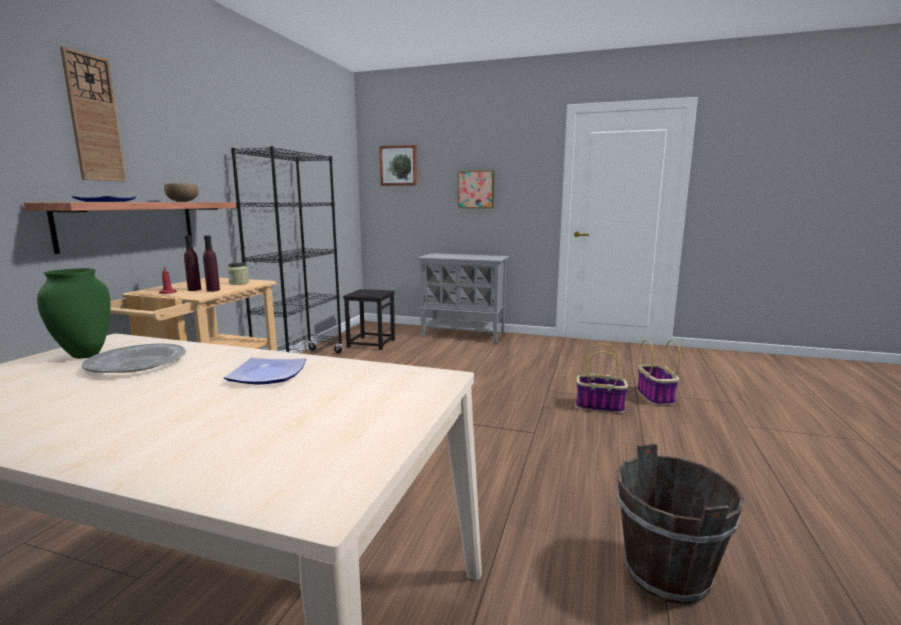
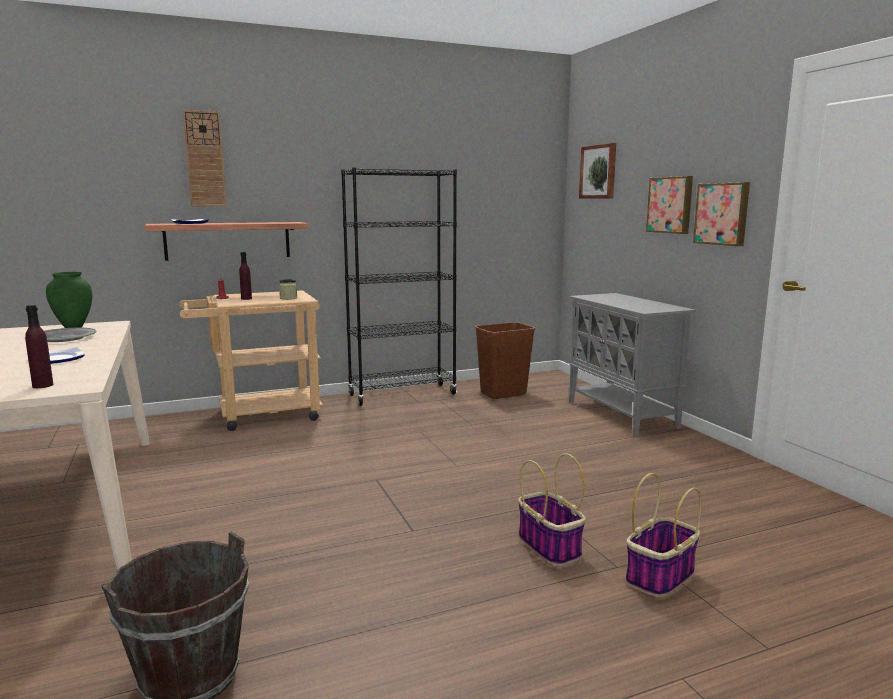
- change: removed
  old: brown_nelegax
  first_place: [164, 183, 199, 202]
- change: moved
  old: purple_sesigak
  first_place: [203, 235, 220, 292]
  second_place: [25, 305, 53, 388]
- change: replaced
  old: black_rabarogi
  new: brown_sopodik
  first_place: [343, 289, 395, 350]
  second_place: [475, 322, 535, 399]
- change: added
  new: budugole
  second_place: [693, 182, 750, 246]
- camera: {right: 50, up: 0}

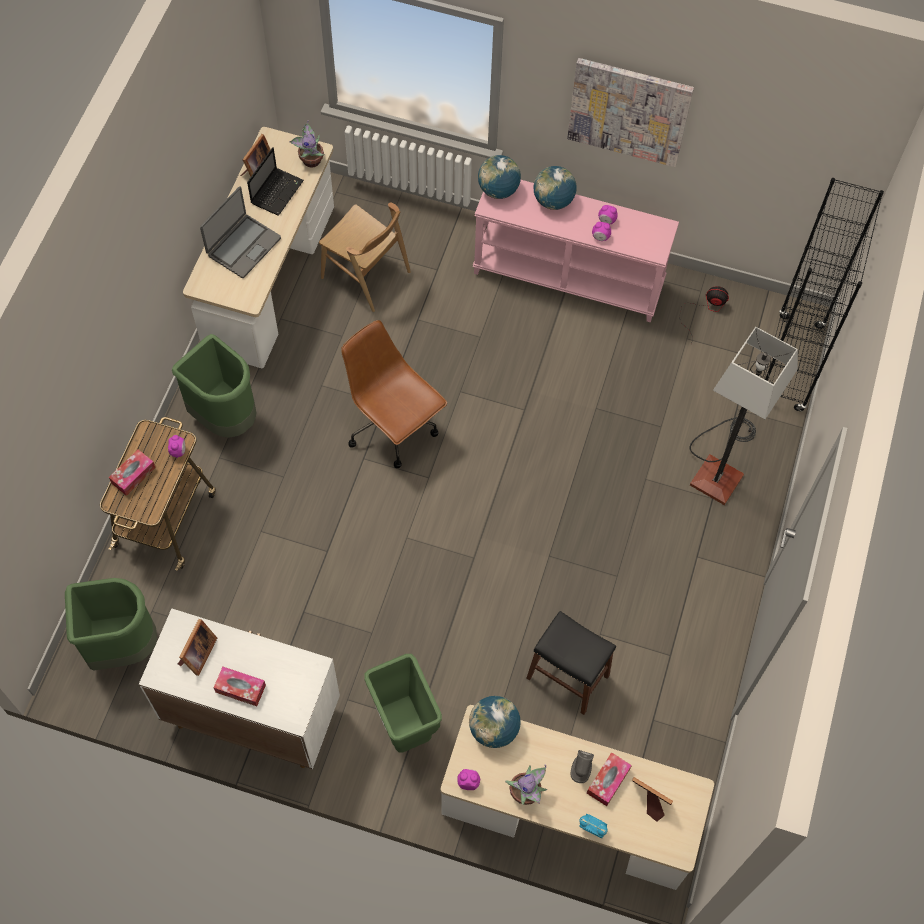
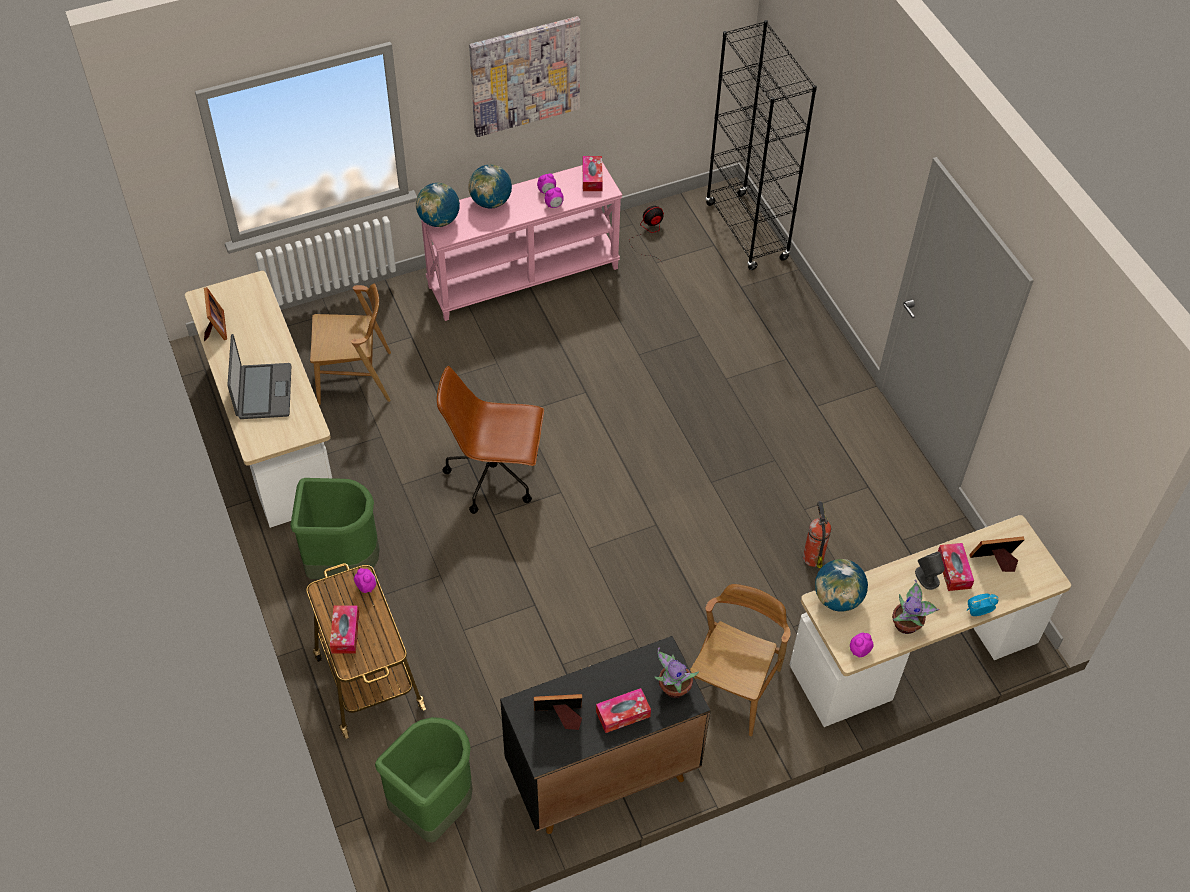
- change: moved
  old: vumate
  first_place: [289, 120, 324, 168]
  second_place: [654, 647, 699, 698]
- change: removed
  old: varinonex
  first_place: [247, 147, 304, 215]
- change: removed
  old: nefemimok
  first_place: [689, 327, 798, 505]
- change: recoloured
  old: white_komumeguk
  new: black_komumeguk
  first_place: [139, 608, 340, 769]
  second_place: [500, 636, 711, 834]
- change: replaced
  old: black_rabarogi
  new: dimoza
  first_place: [526, 611, 616, 715]
  second_place: [803, 501, 831, 568]
- change: turned
  old: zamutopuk
  first_place: [178, 619, 217, 676]
  second_place: [534, 694, 582, 730]
  degrees: -75
- change: replaced
  old: green_sopodik
  new: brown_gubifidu
  first_place: [364, 654, 442, 752]
  second_place: [690, 584, 791, 736]
- change: added
  new: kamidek
  second_place: [583, 156, 603, 191]
- camera: {right: -40, up: -10}

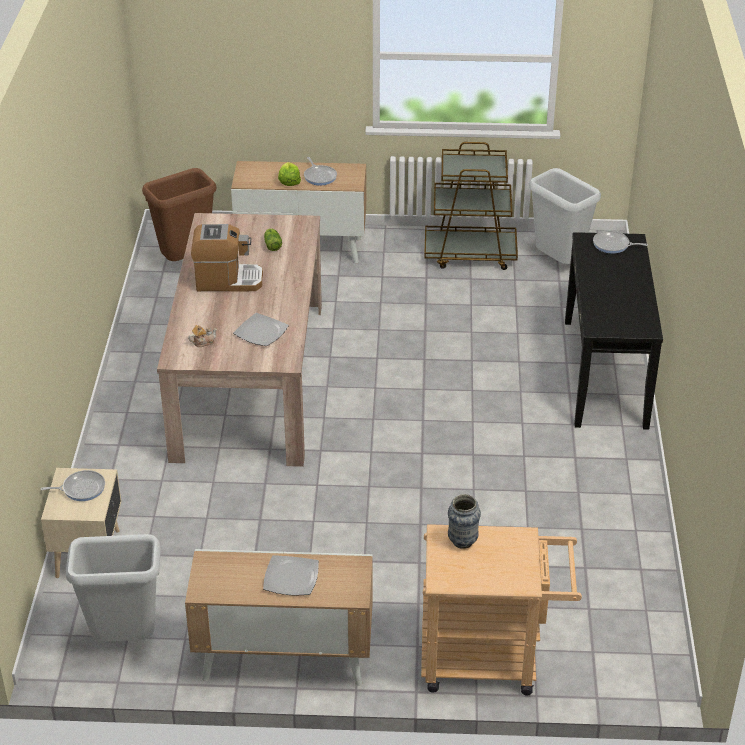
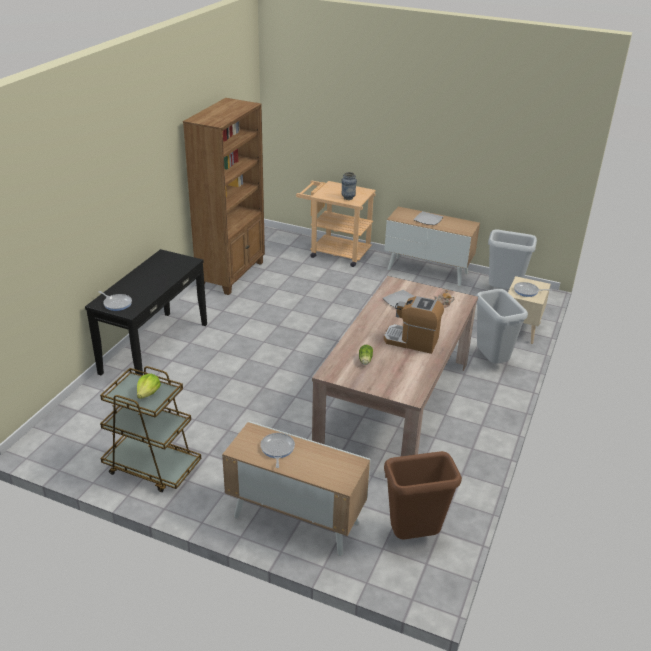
- change: moved
  old: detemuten
  first_place: [278, 162, 301, 186]
  second_place: [137, 374, 161, 399]
- change: moved
  old: grey_sopodik
  first_place: [529, 168, 601, 264]
  second_place: [476, 289, 528, 364]
- change: added
  new: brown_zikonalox
  second_place: [183, 98, 265, 295]
- camera: {right: -160, up: -5}

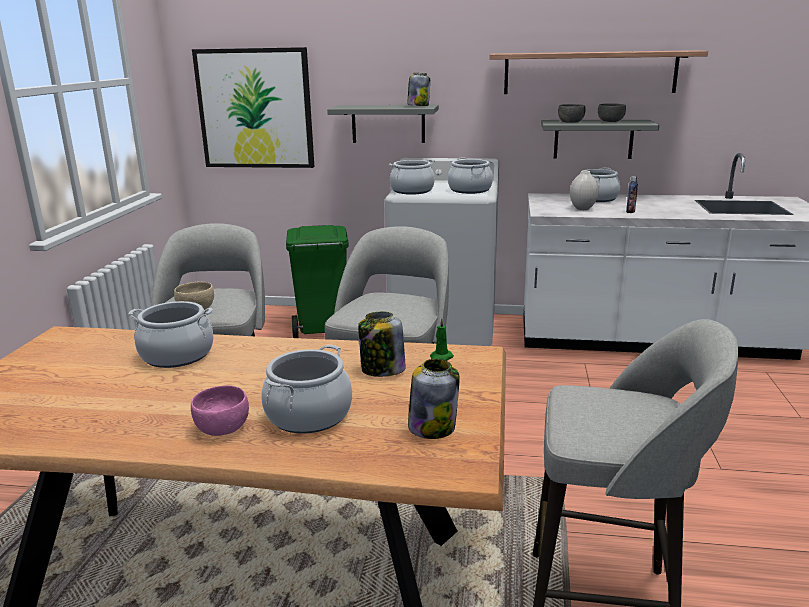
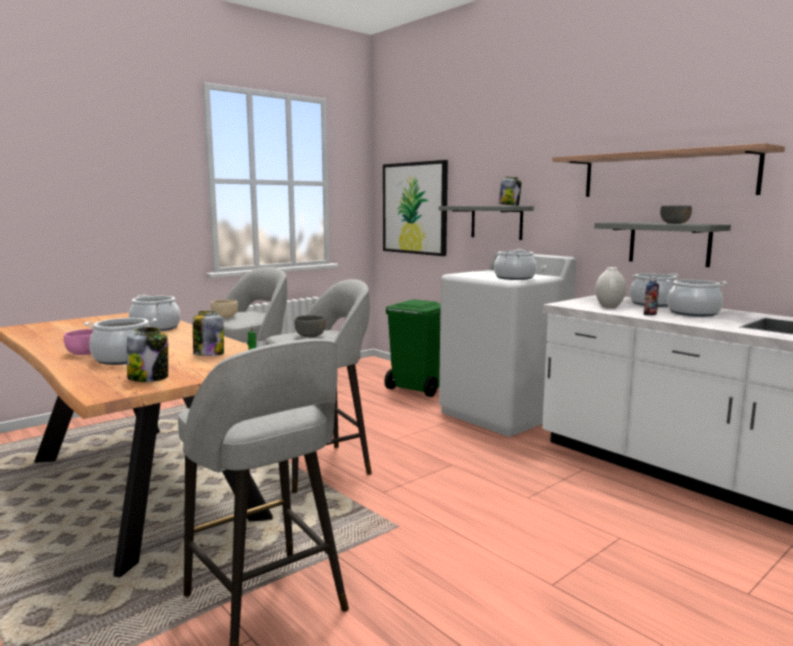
- change: moved
  old: grey_nelegax
  first_place: [558, 104, 586, 123]
  second_place: [294, 315, 326, 337]
- change: moved
  old: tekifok
  first_place: [389, 159, 435, 195]
  second_place: [667, 280, 727, 317]
- camera: {right: 40, up: -10}

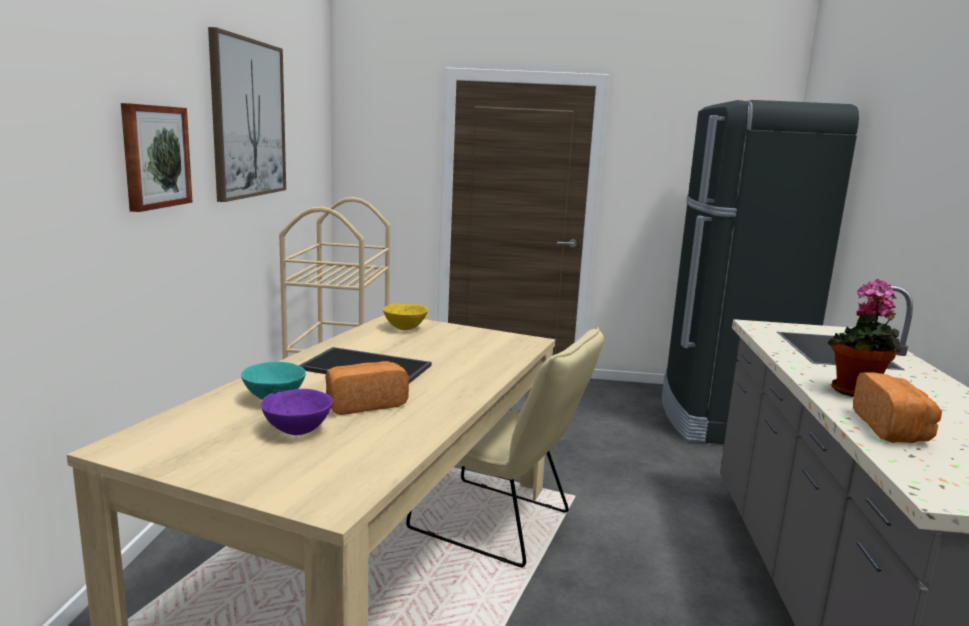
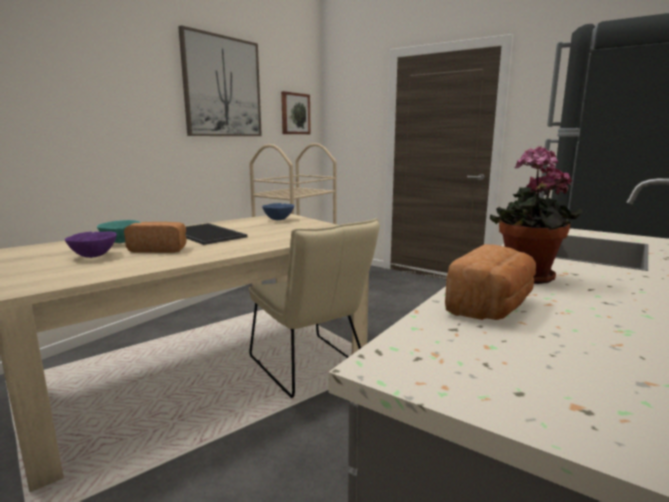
- change: moved
  old: budugole
  first_place: [121, 103, 192, 212]
  second_place: [281, 91, 311, 134]
- change: recoloured
  old: yellow_nelegax
  new: blue_nelegax
  first_place: [383, 303, 428, 330]
  second_place: [262, 203, 294, 220]
- camera: {right: 30, up: 0}

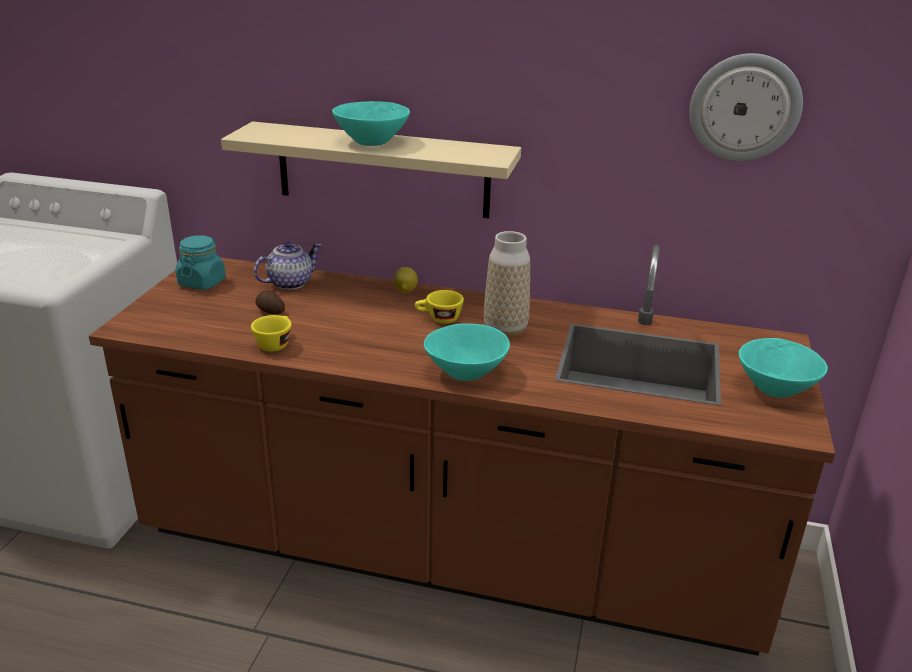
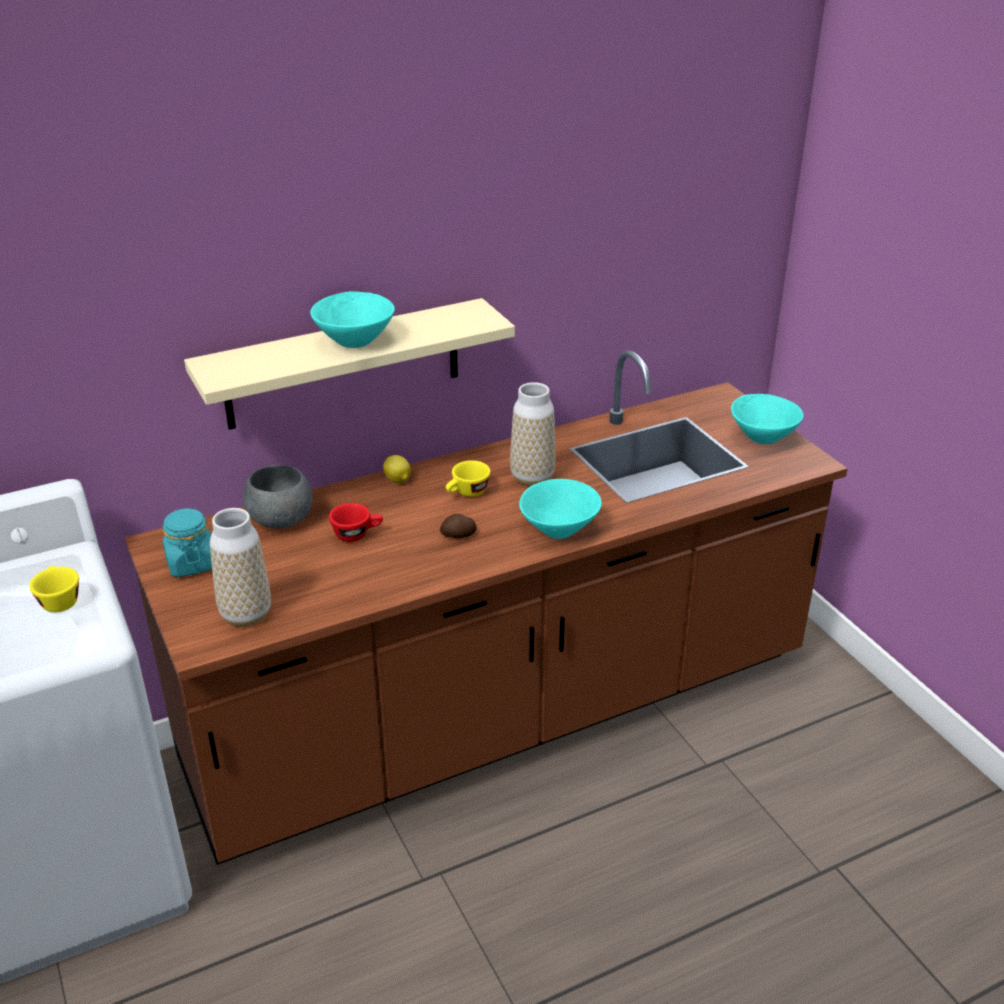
- change: removed
  old: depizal
  first_place: [689, 53, 803, 161]
- change: replaced
  old: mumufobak
  new: grey_nelegax
  first_place: [254, 241, 322, 290]
  second_place: [243, 465, 313, 529]
- change: moved
  old: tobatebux
  first_place: [255, 290, 285, 314]
  second_place: [440, 514, 477, 538]
- change: moved
  old: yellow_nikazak
  first_place: [251, 315, 292, 352]
  second_place: [29, 566, 79, 612]
- change: added
  new: red_nikazak
  second_place: [329, 503, 383, 542]
- change: added
  new: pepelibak
  second_place: [210, 508, 271, 627]
- camera: {right: -40, up: 5}

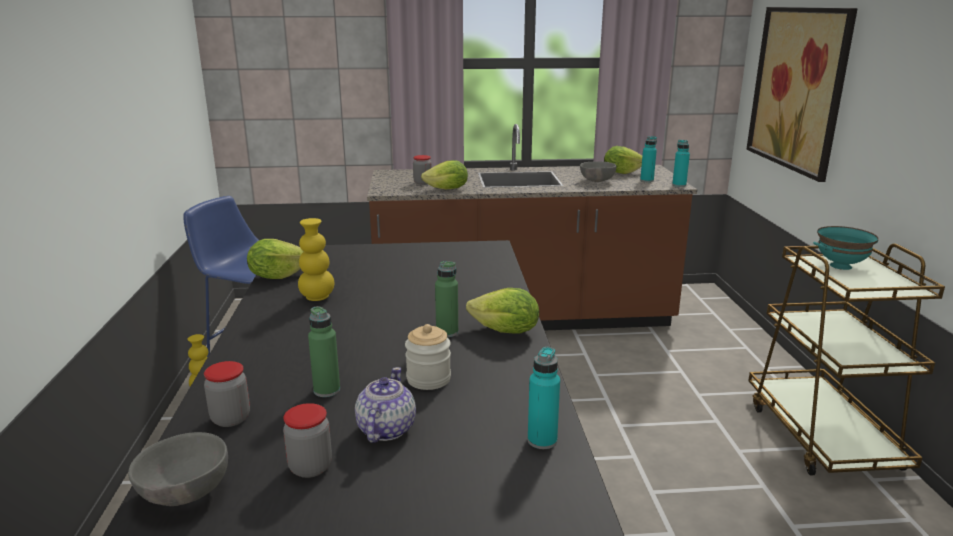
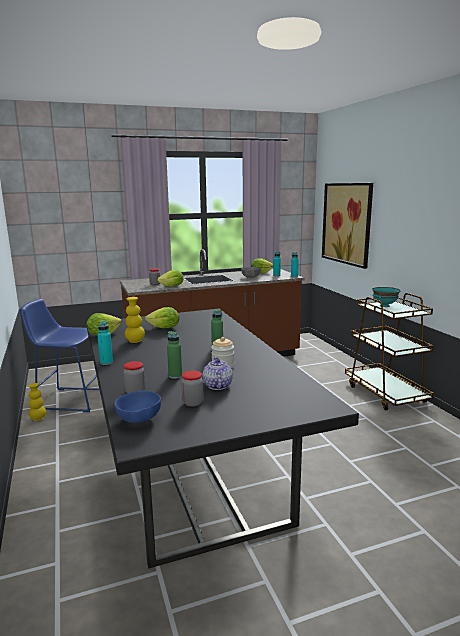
- change: moved
  old: detemuten
  first_place: [466, 288, 539, 334]
  second_place: [145, 307, 179, 328]
- change: moved
  old: turquoise_sesigak
  first_place: [528, 347, 560, 449]
  second_place: [97, 321, 113, 365]
- change: recoloured
  old: grey_nelegax
  new: blue_nelegax
  first_place: [128, 432, 228, 506]
  second_place: [114, 391, 161, 423]
- camera: {right: -15, up: -5}

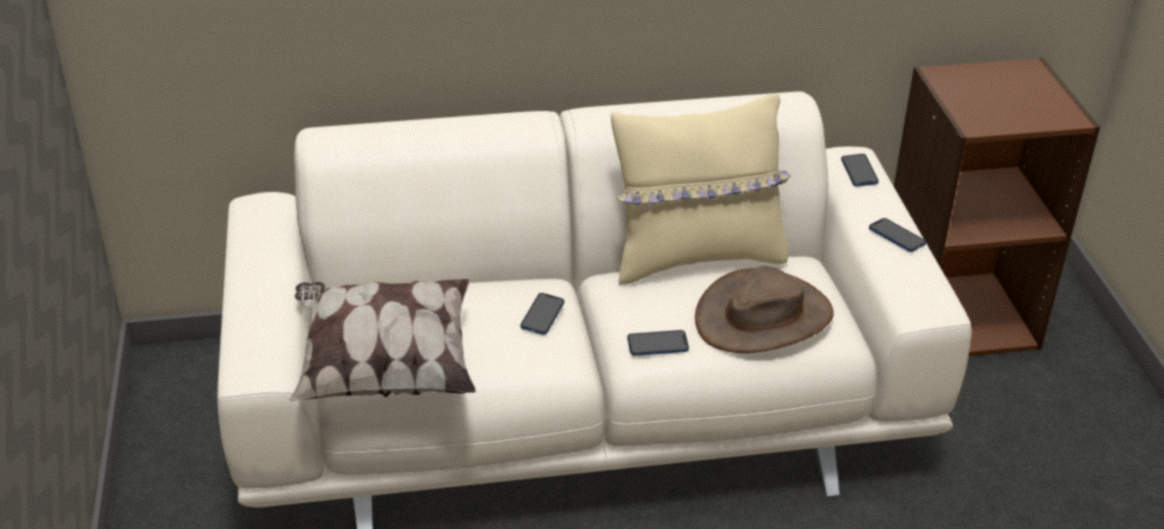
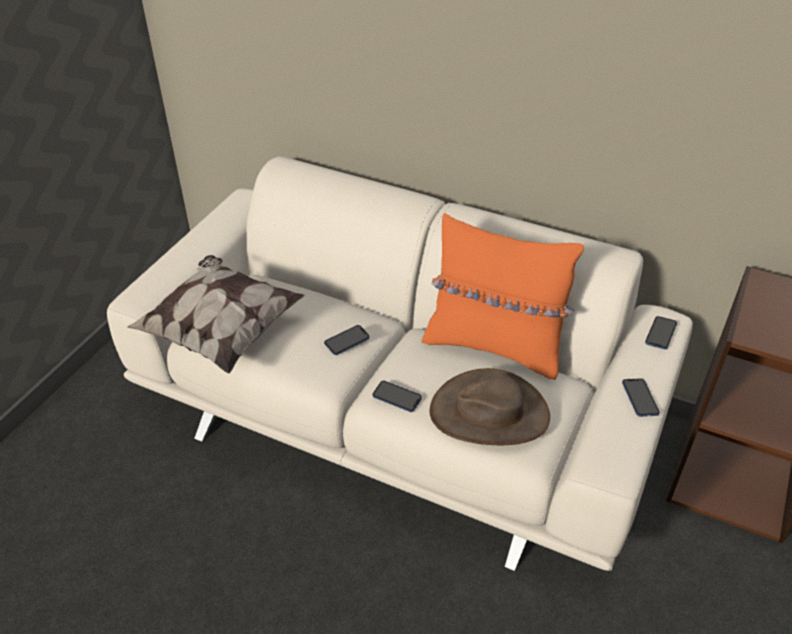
- change: recoloured
  old: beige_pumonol
  new: orange_pumonol
  first_place: [611, 93, 791, 285]
  second_place: [422, 213, 584, 380]
- camera: {right: 35, up: 5}

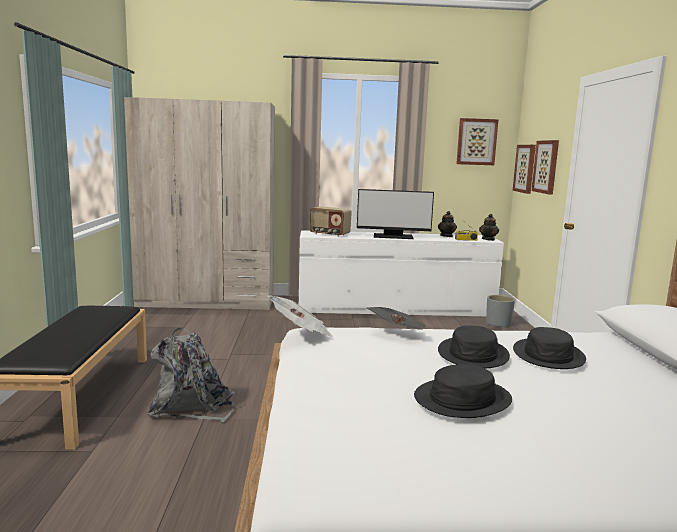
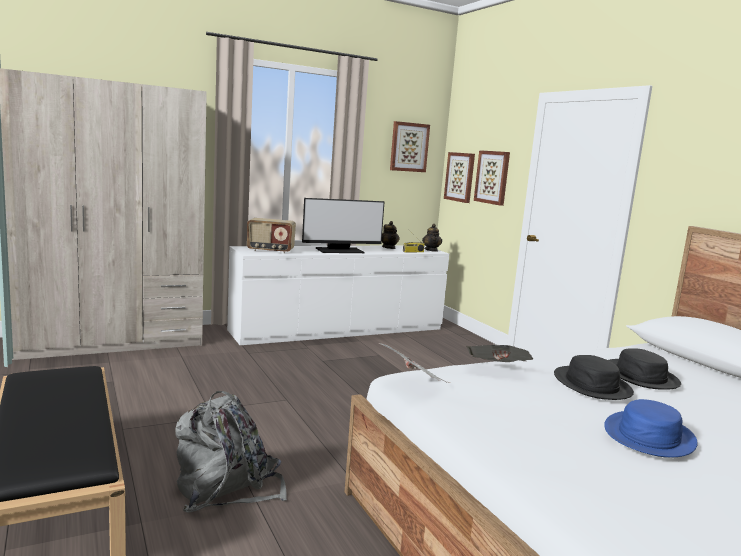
- change: removed
  old: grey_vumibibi
  first_place: [486, 295, 515, 328]
- change: recoloured
  old: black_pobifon
  new: blue_pobifon
  first_place: [414, 364, 512, 418]
  second_place: [604, 399, 698, 457]
- camera: {right: -25, up: 0}

